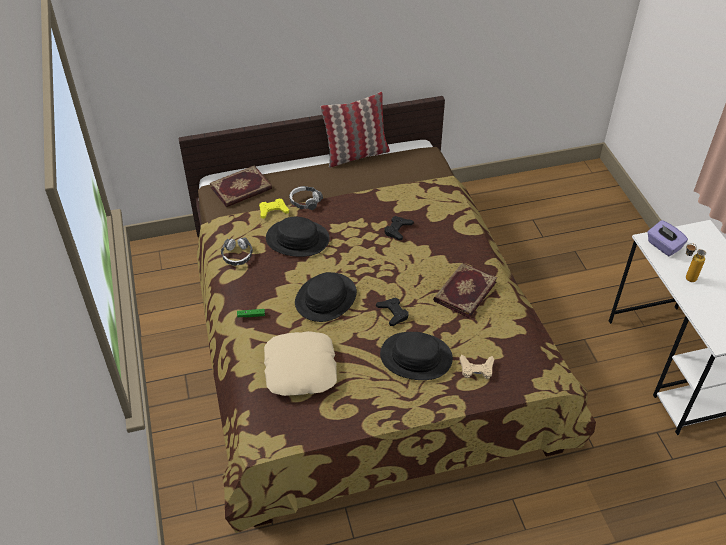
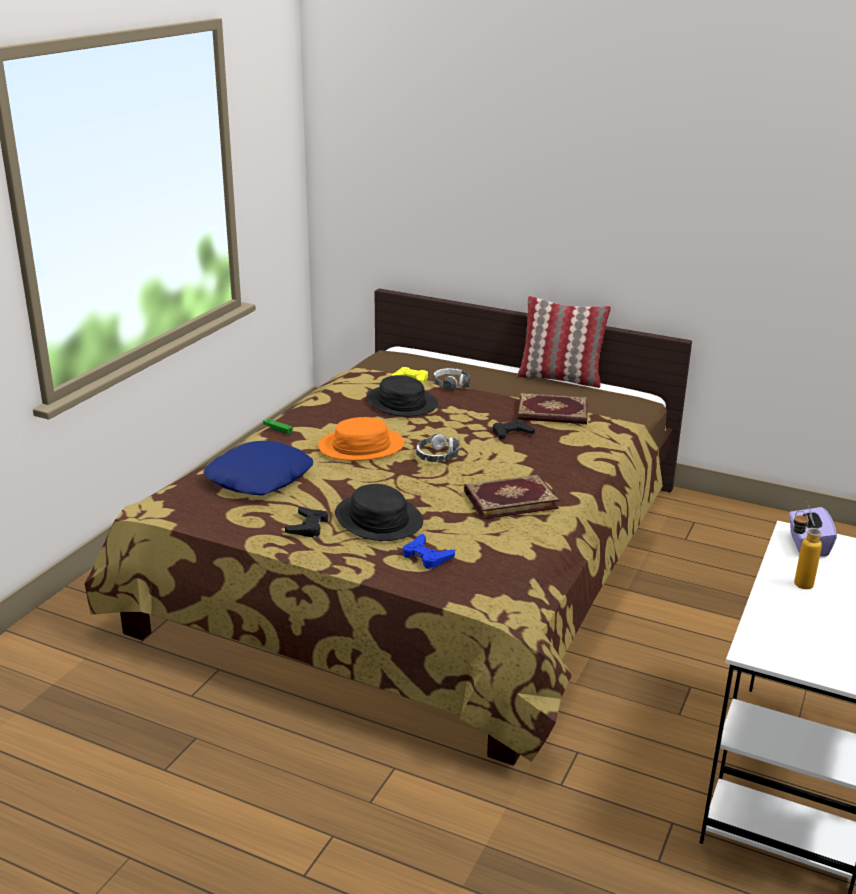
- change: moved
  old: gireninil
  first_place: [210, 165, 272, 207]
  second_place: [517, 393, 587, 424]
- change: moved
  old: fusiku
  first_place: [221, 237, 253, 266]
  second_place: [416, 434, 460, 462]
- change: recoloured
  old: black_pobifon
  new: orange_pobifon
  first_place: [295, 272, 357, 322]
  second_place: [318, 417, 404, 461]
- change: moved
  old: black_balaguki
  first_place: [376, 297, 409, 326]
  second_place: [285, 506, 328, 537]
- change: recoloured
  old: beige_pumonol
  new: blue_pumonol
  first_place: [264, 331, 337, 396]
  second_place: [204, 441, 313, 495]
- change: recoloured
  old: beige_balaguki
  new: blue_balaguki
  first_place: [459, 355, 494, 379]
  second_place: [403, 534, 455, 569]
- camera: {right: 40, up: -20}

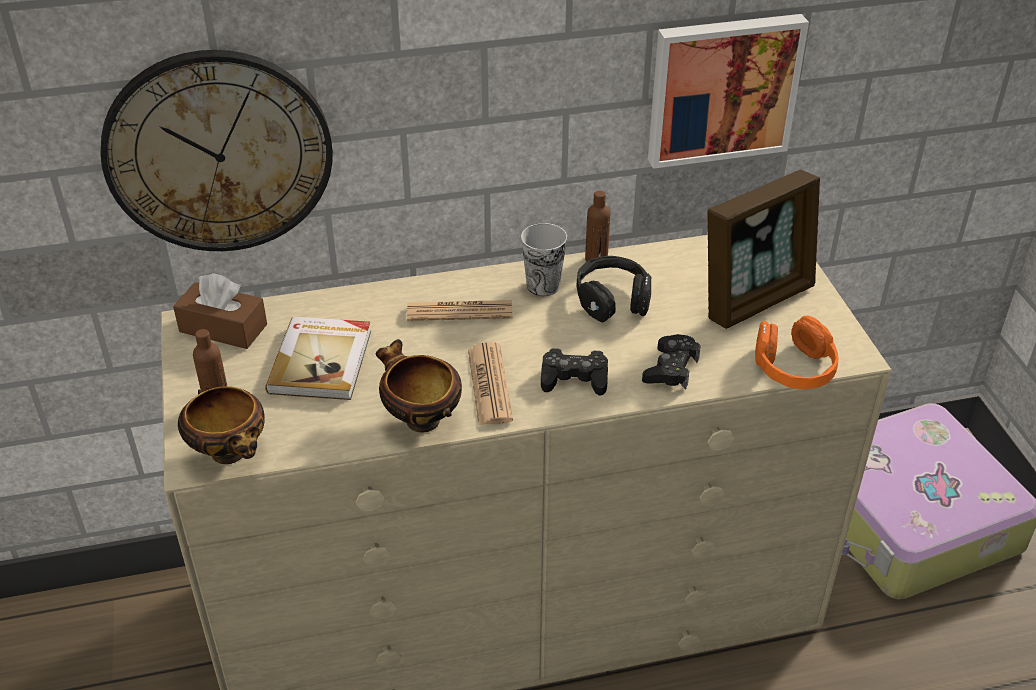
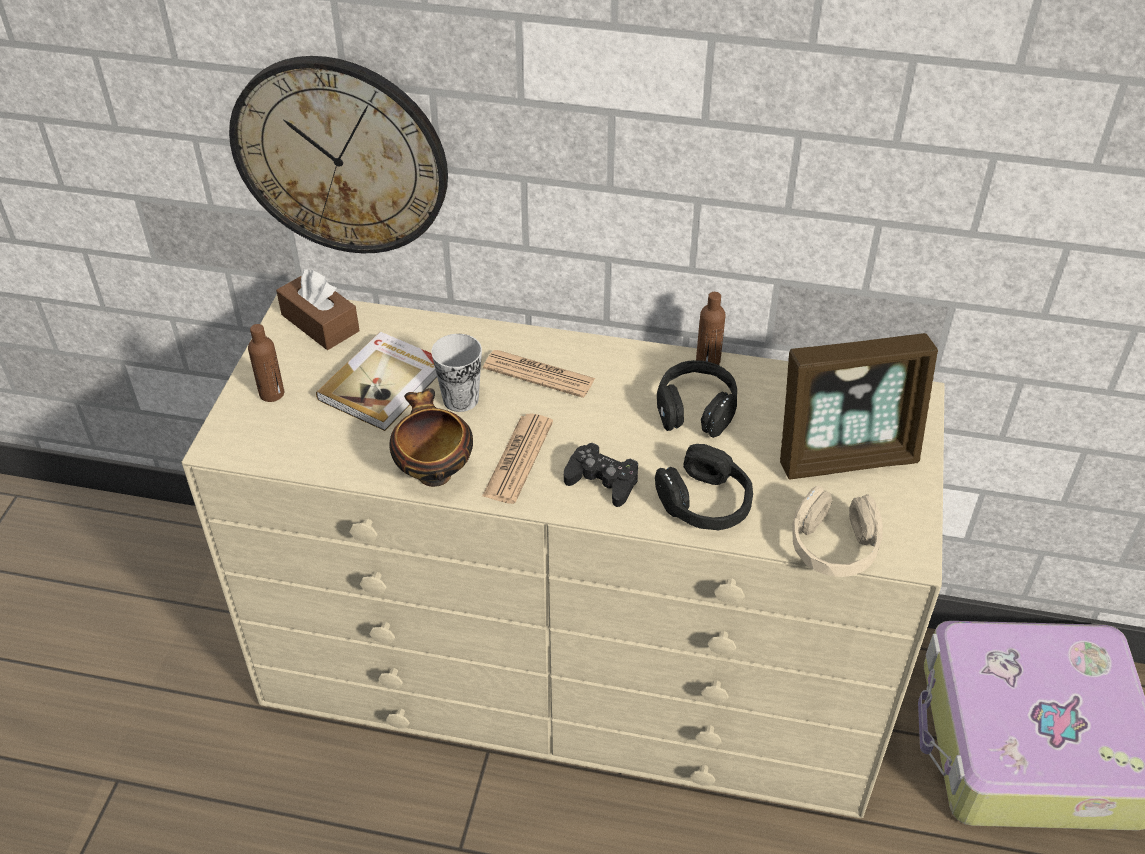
- change: removed
  old: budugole
  first_place: [648, 14, 809, 169]
- change: moved
  old: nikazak
  first_place: [521, 223, 567, 296]
  second_place: [431, 334, 482, 412]
- change: recoloured
  old: orange_fusiku
  new: beige_fusiku
  first_place: [755, 316, 839, 389]
  second_place: [793, 486, 883, 577]
- change: replaced
  old: black_balaguki
  new: black_fusiku
  first_place: [642, 334, 701, 390]
  second_place: [655, 444, 753, 530]
- change: removed
  old: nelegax
  first_place: [178, 386, 265, 464]
- camera: {right: 25, up: 5}

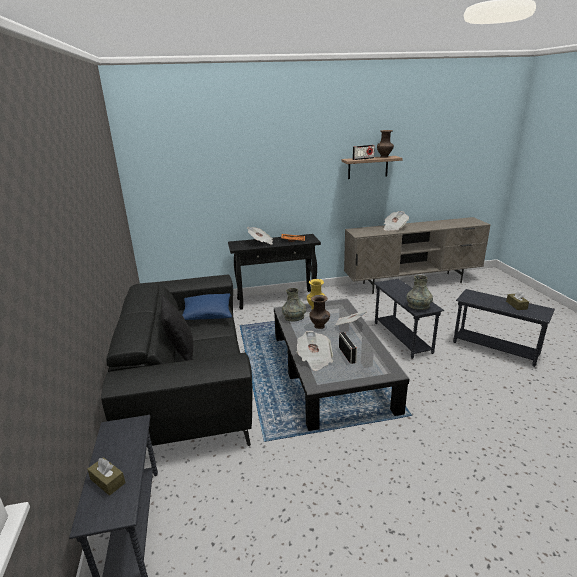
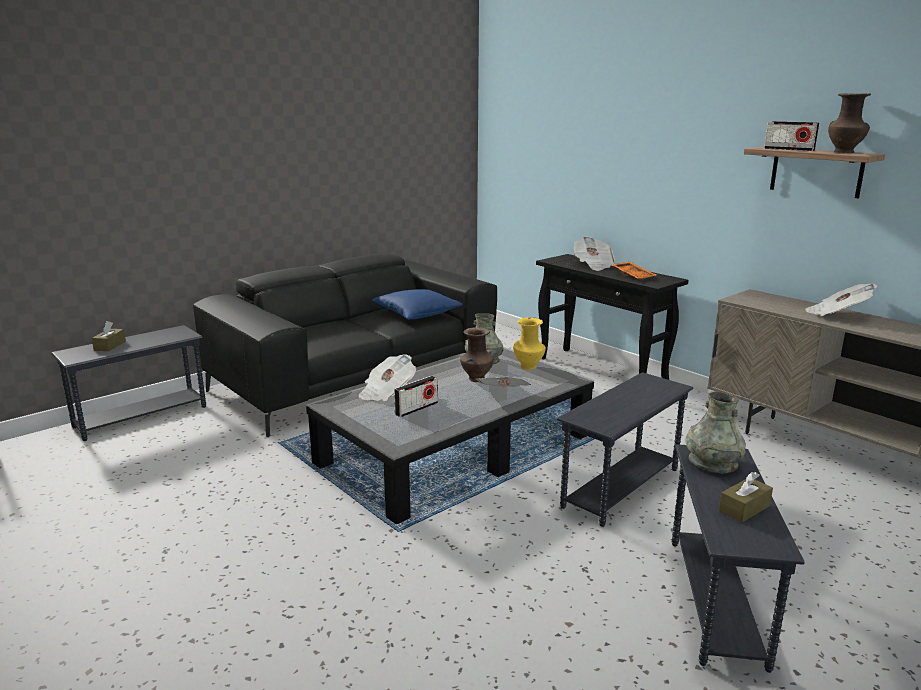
- change: moved
  old: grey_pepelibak
  first_place: [406, 275, 433, 310]
  second_place: [685, 391, 746, 473]
- change: removed
  old: black_pumonol
  first_place: [161, 295, 193, 361]
- camera: {right: 60, up: -5}

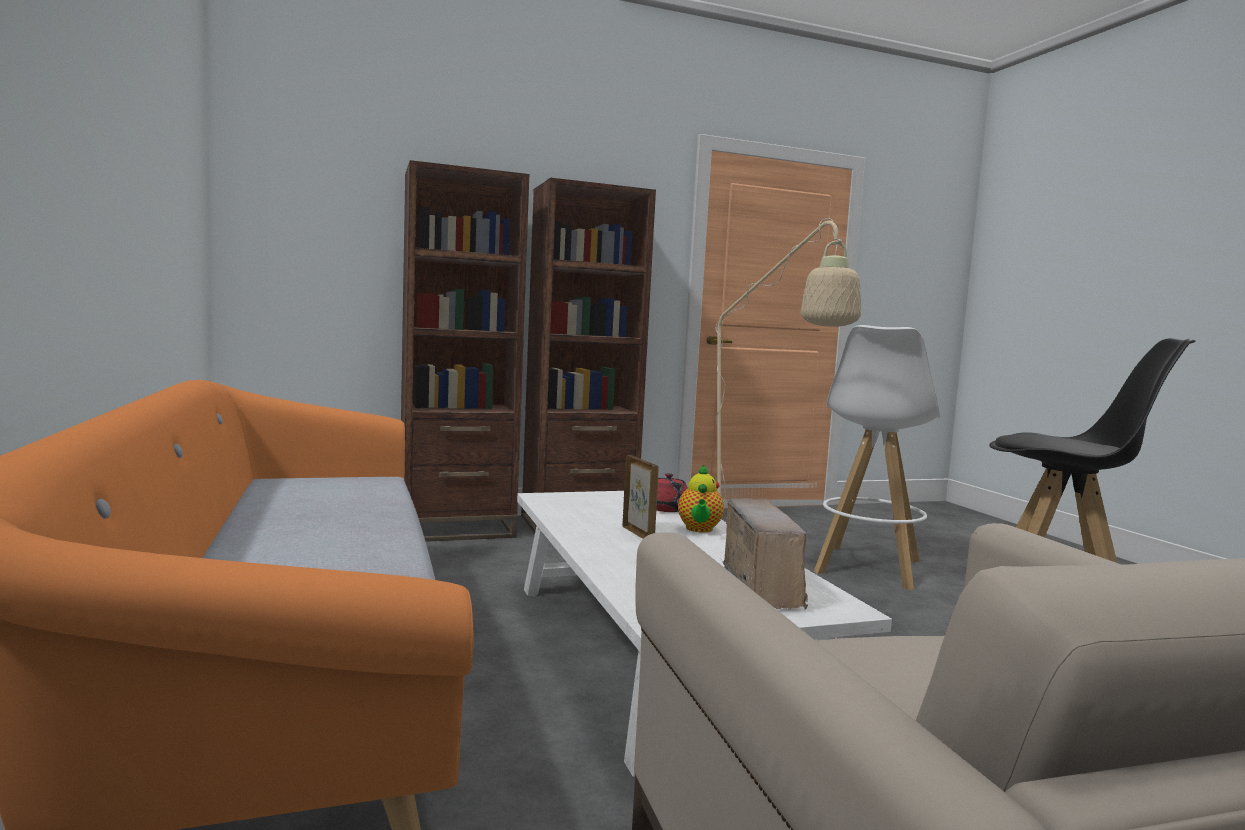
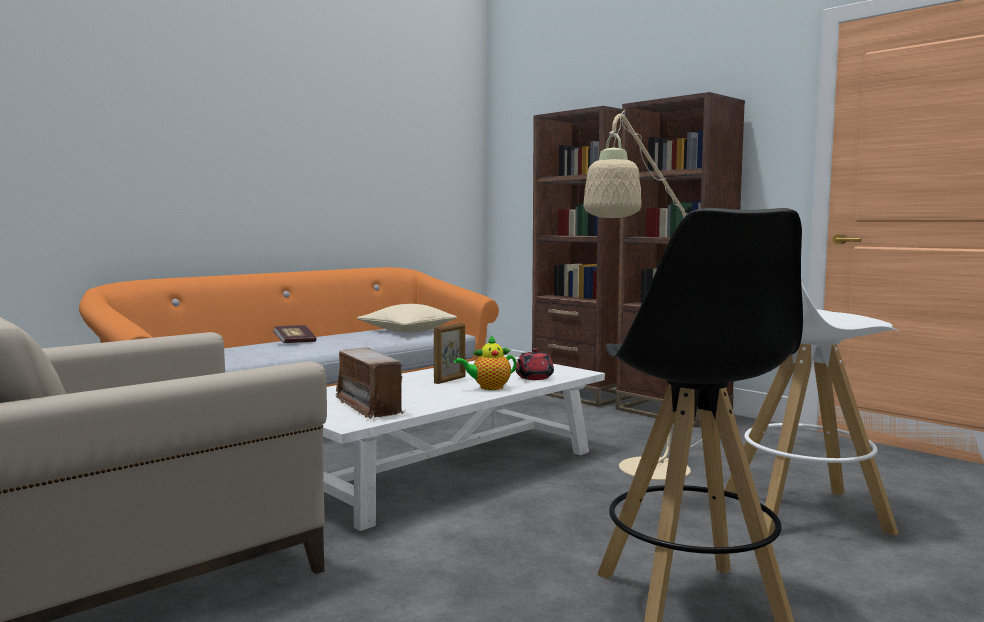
- change: turned
  old: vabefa
  first_place: [722, 498, 808, 610]
  second_place: [336, 347, 404, 419]
  degrees: 90
- change: added
  new: beige_pumonol
  second_place: [357, 304, 457, 332]
- change: added
  new: gireninil
  second_place: [273, 325, 317, 343]
- camera: {right: 65, up: 0}

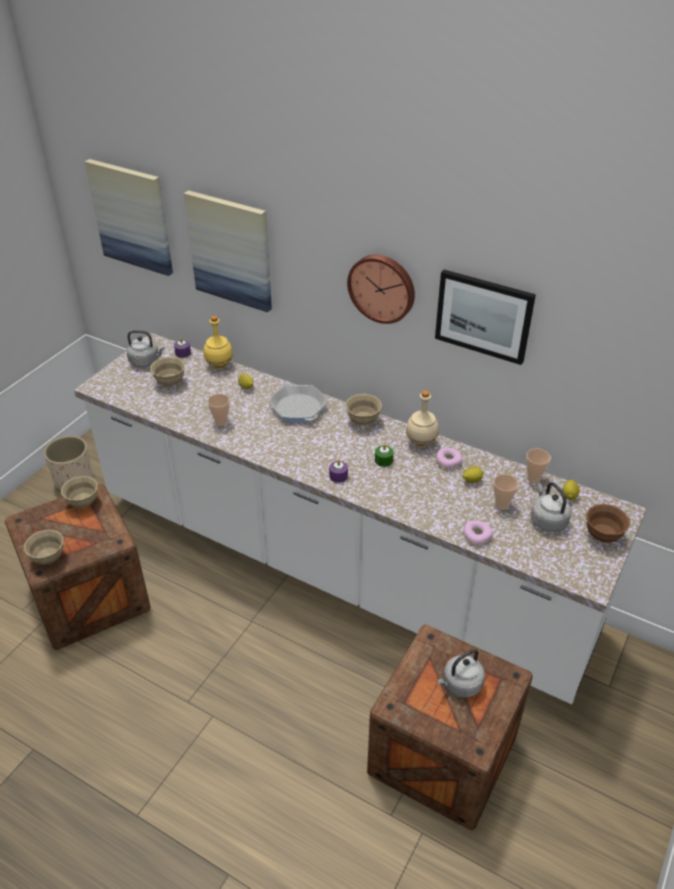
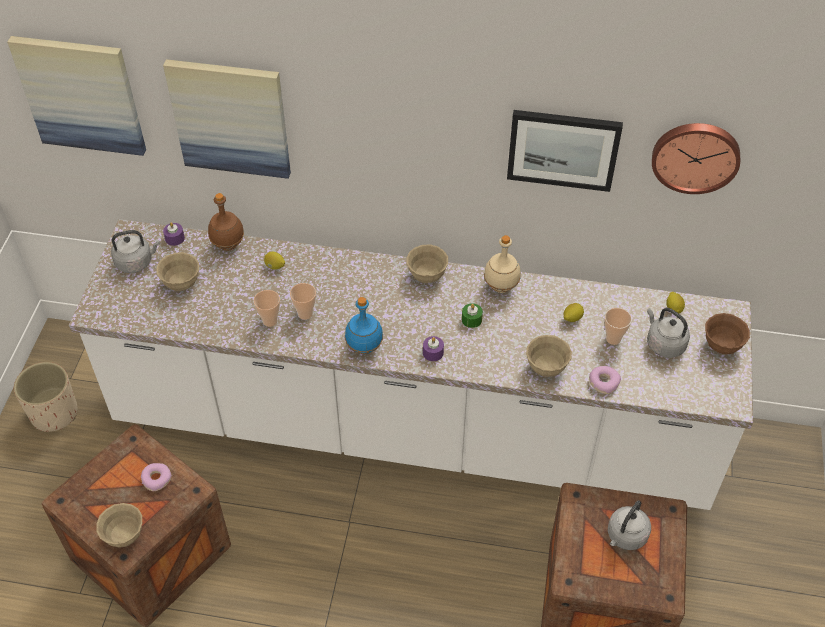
- change: moved
  old: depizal
  first_place: [347, 255, 415, 324]
  second_place: [652, 123, 740, 194]
- change: recoloured
  old: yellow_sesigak
  new: brown_sesigak
  first_place: [204, 316, 233, 369]
  second_place: [208, 193, 244, 251]
- change: removed
  old: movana
  first_place: [269, 384, 328, 422]
- change: moved
  old: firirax
  first_place: [436, 448, 463, 469]
  second_place: [141, 463, 172, 491]
- change: moved
  old: nikazak
  first_place: [526, 449, 551, 483]
  second_place: [290, 283, 316, 320]
- change: moved
  old: beige_nelegax
  first_place: [61, 476, 98, 508]
  second_place: [526, 335, 572, 377]
- change: added
  new: blue_sesigak
  second_place: [345, 297, 383, 354]
- camera: {right: -20, up: 10}

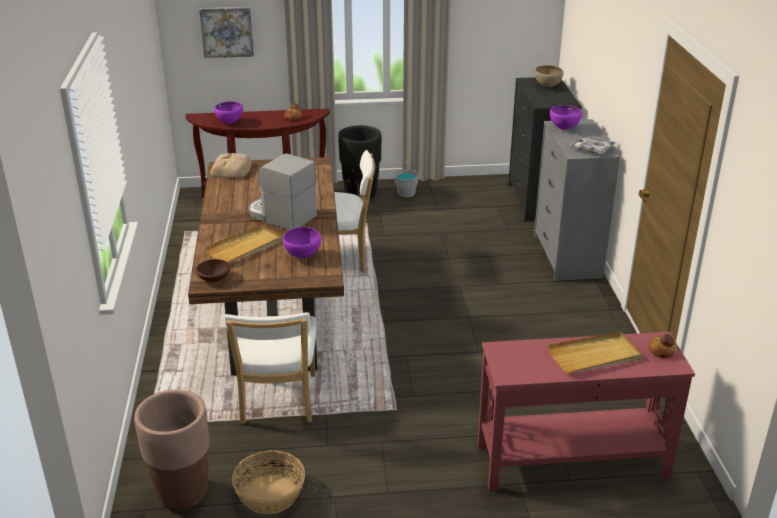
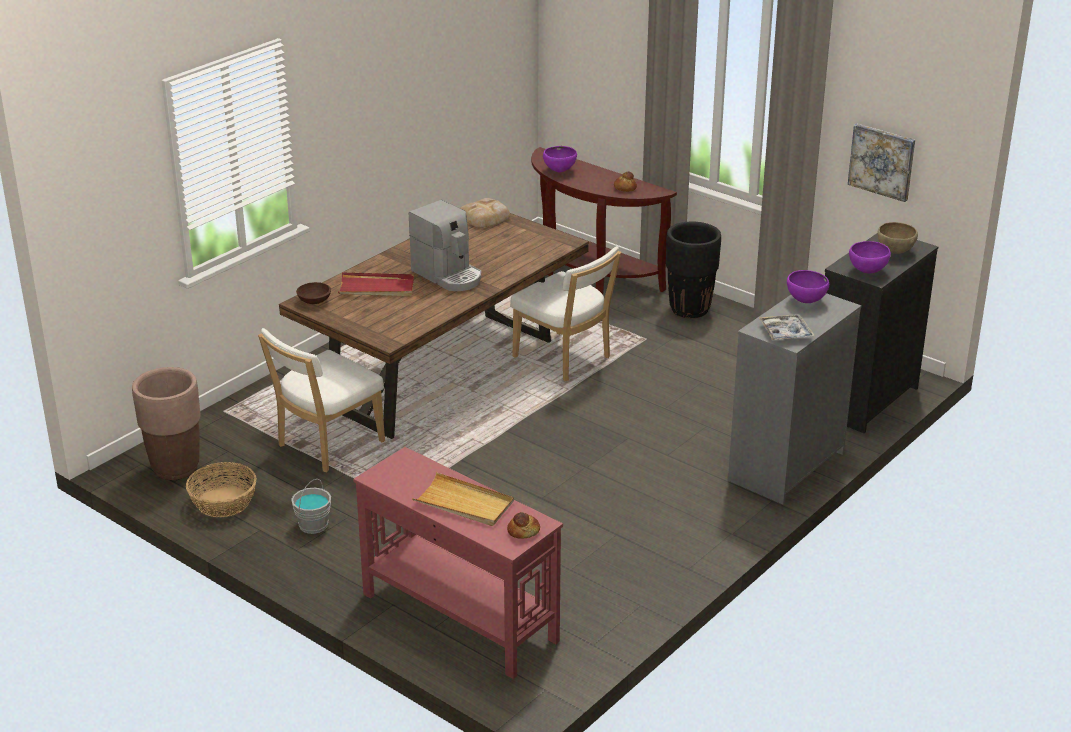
- change: moved
  old: budugole
  first_place: [199, 7, 254, 58]
  second_place: [848, 124, 915, 202]
- change: turned
  old: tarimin
  first_place: [249, 153, 317, 230]
  second_place: [409, 200, 481, 291]
  degrees: 150
- change: moved
  old: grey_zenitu
  first_place: [394, 163, 419, 197]
  second_place: [291, 479, 331, 534]
- change: recoloured
  old: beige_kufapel
  new: red_kufapel
  first_place: [205, 225, 283, 263]
  second_place: [338, 272, 414, 296]
- change: moved
  old: purple_nelegax
  first_place: [283, 227, 321, 258]
  second_place: [849, 241, 891, 274]
- camera: {right: 45, up: 0}

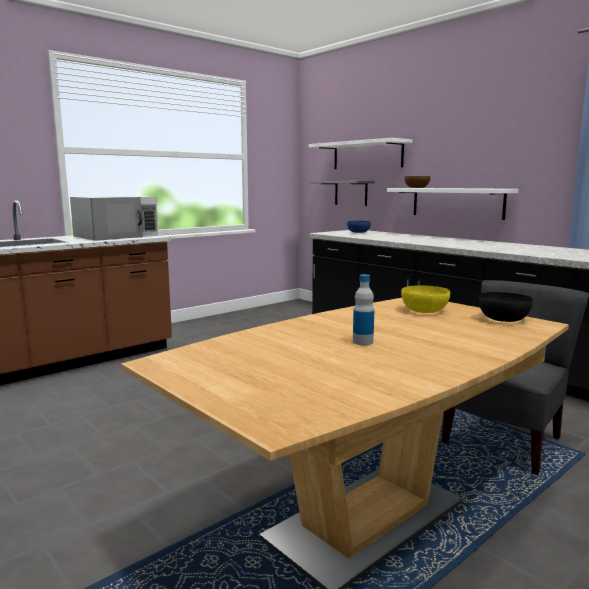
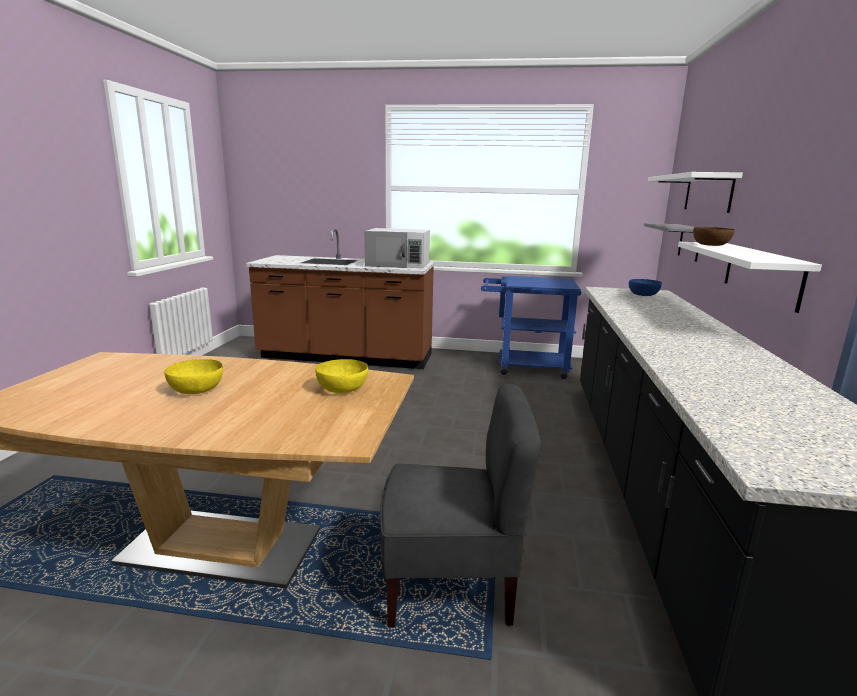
- change: replaced
  old: sesigak
  new: yellow_nelegax
  first_place: [353, 274, 374, 345]
  second_place: [165, 359, 223, 394]
- change: removed
  old: black_nelegax
  first_place: [479, 292, 533, 322]
- change: added
  new: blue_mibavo
  second_place: [481, 276, 581, 379]
- camera: {right: 50, up: 5}

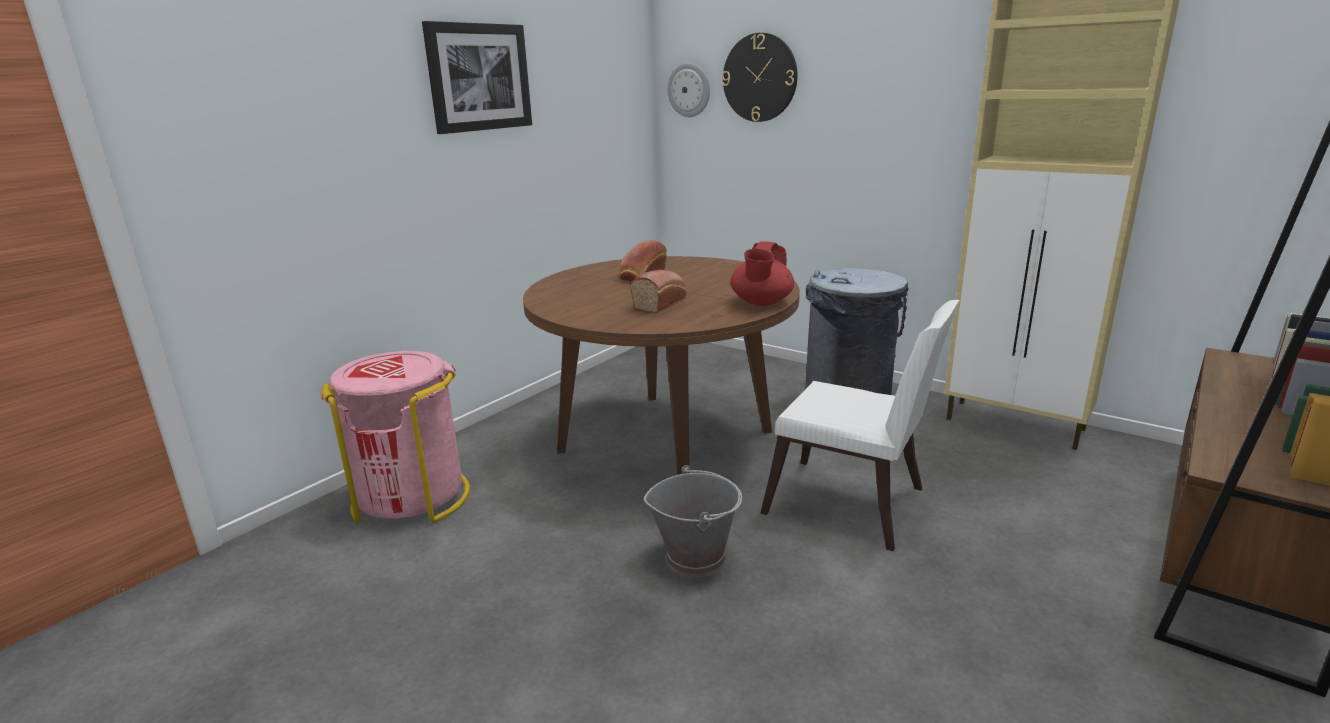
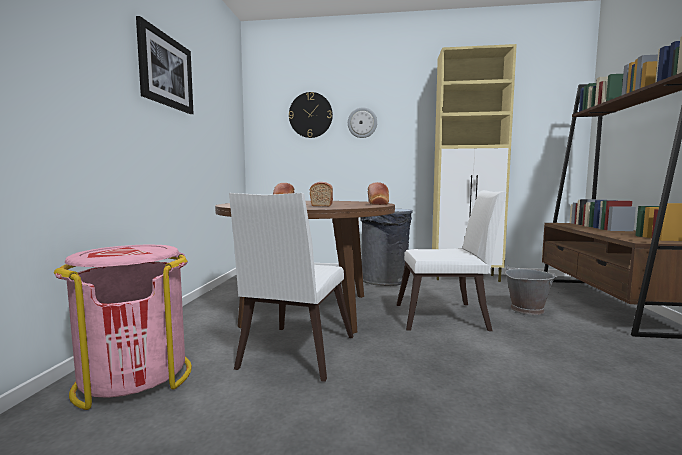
- change: moved
  old: depizal
  first_place: [667, 63, 710, 117]
  second_place: [348, 107, 377, 138]
- change: replaced
  old: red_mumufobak
  new: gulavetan
  first_place: [730, 241, 794, 306]
  second_place: [368, 182, 389, 205]
- change: moved
  old: grey_zenitu
  first_place: [644, 465, 742, 577]
  second_place: [505, 265, 557, 315]
- change: added
  new: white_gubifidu
  second_place: [229, 193, 354, 382]
- camera: {right: -30, up: -15}

